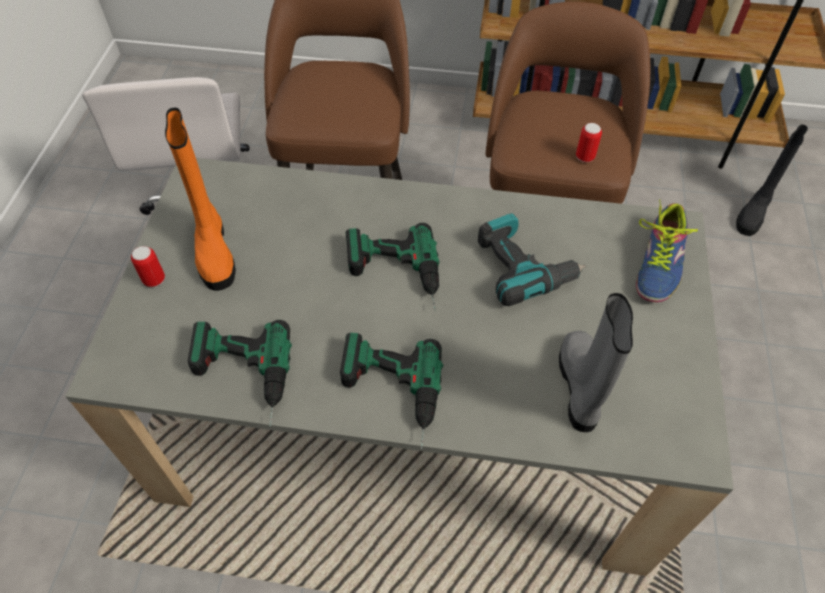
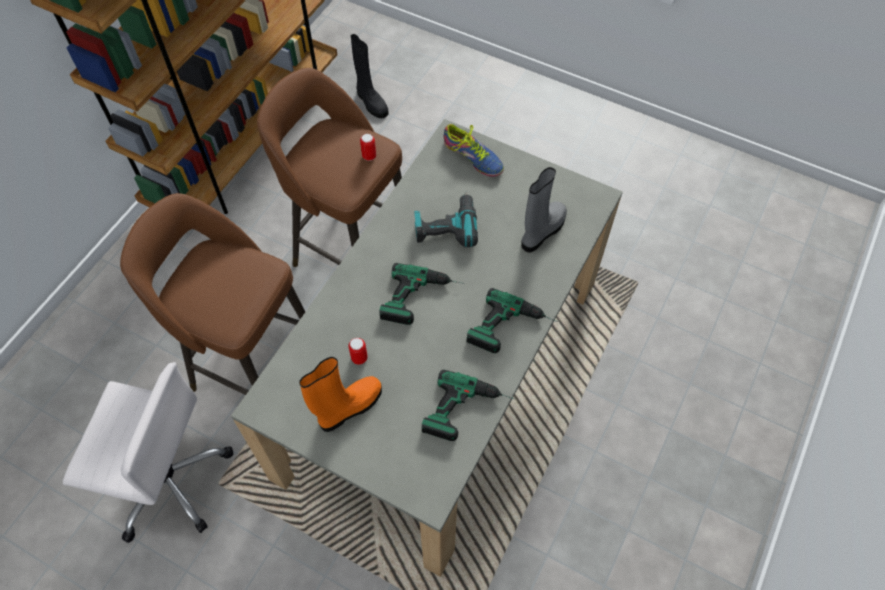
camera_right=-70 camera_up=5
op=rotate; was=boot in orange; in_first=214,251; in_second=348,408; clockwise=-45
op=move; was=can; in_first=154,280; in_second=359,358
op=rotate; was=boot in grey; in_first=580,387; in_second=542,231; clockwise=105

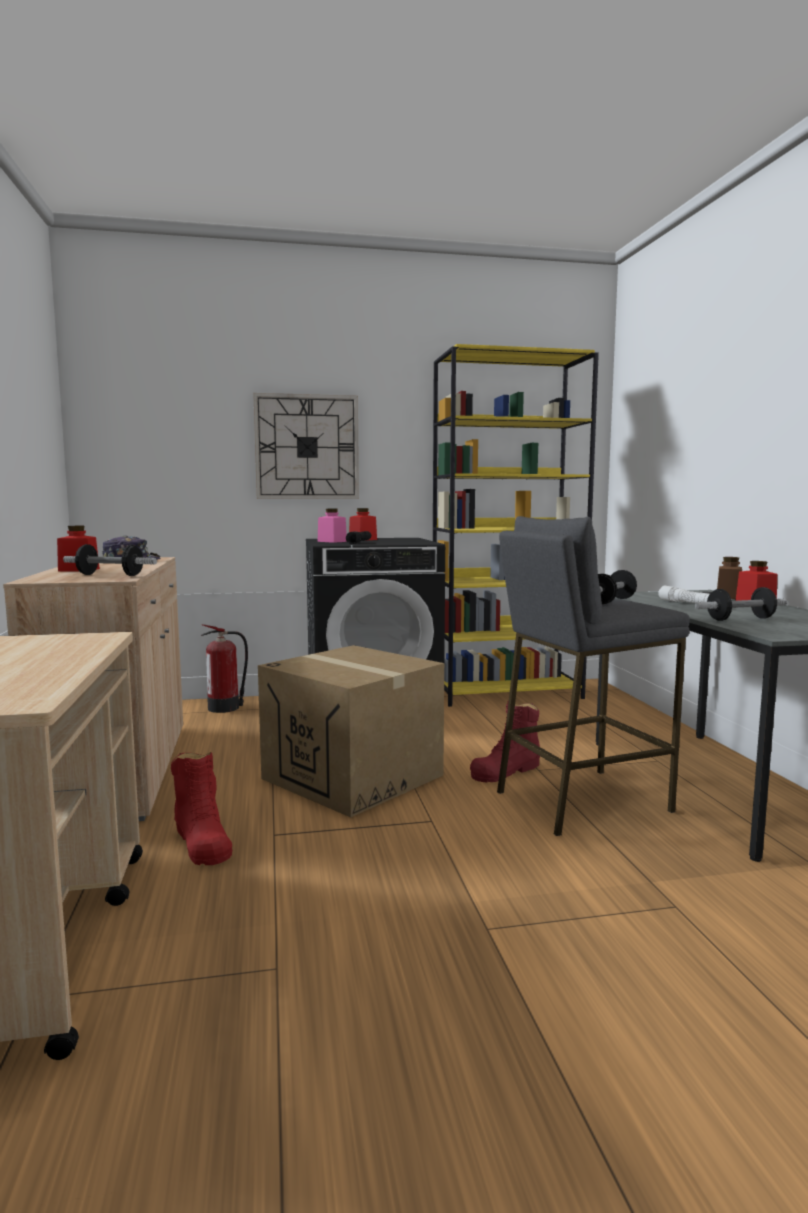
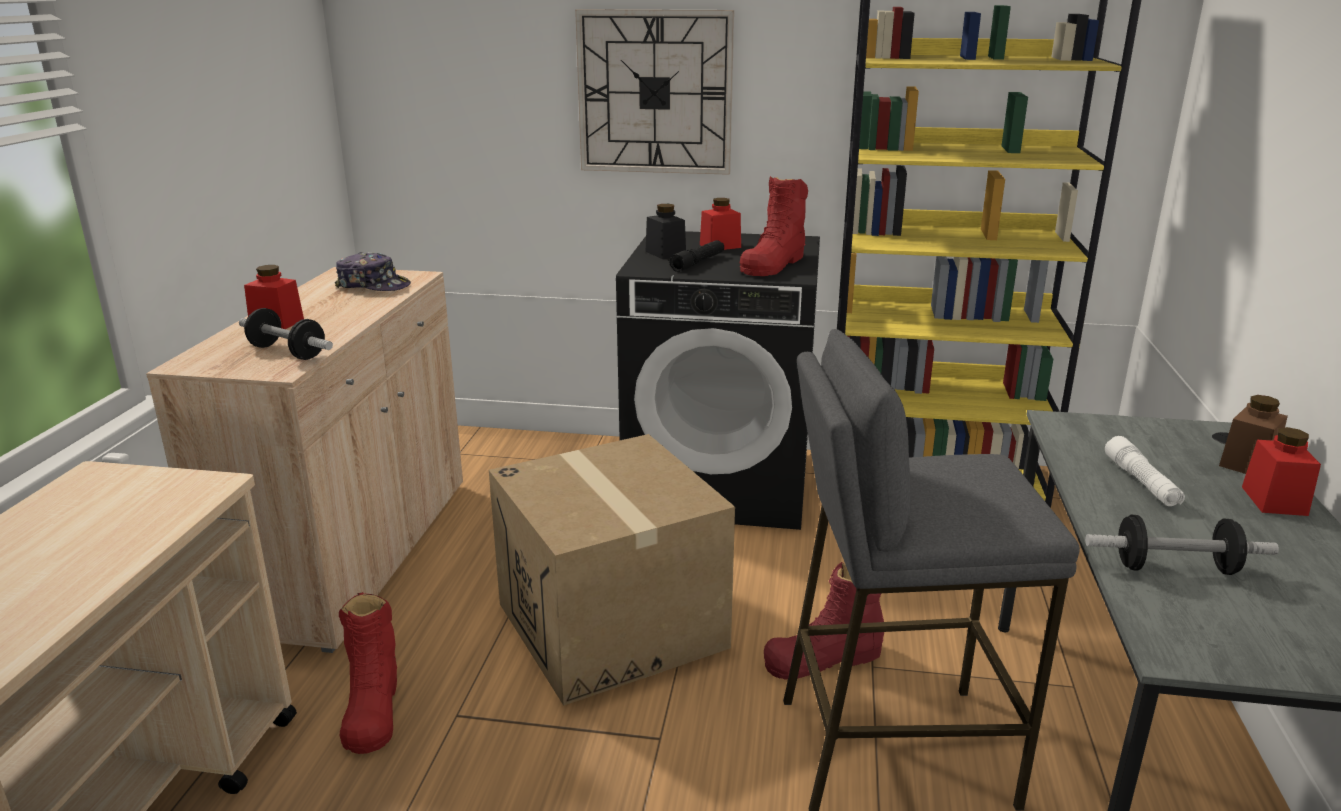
camera_right=20 camera_up=15
op=recolor; was=jar in pink; now=jar in black; in_first=332,541; in_second=665,253
op=delete; was=dumbbell; in_first=611,601
op=delete; was=fire extinguisher; in_first=225,707
op=insert; now=boot in red; in_second=773,264

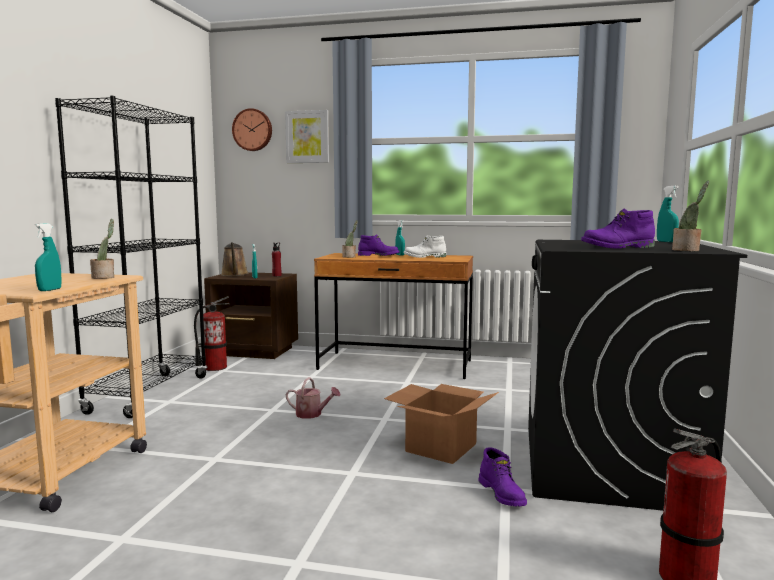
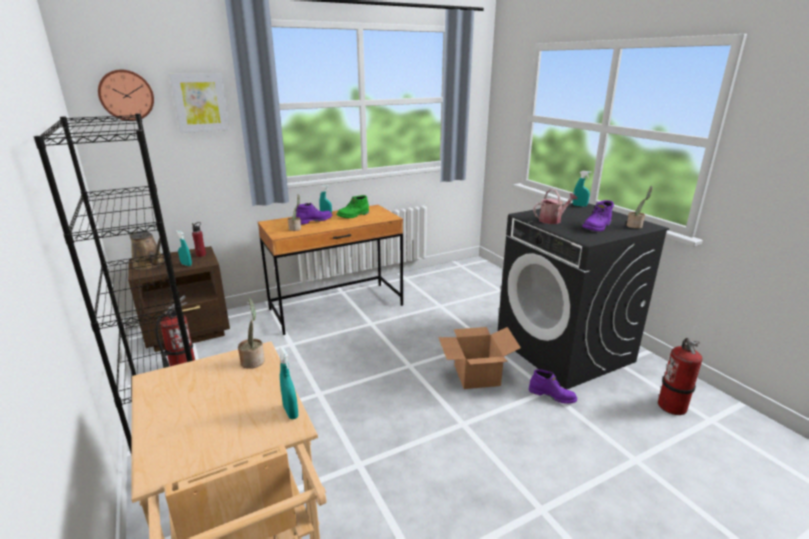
camera_right=-40 camera_up=15
op=recolor; was=boot in white; now=boot in green; in_first=424,257; in_second=353,215
op=move; was=watering can; in_first=312,414; in_second=552,220

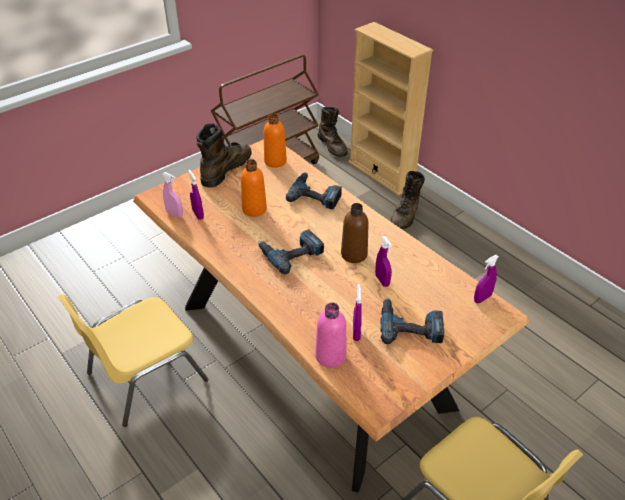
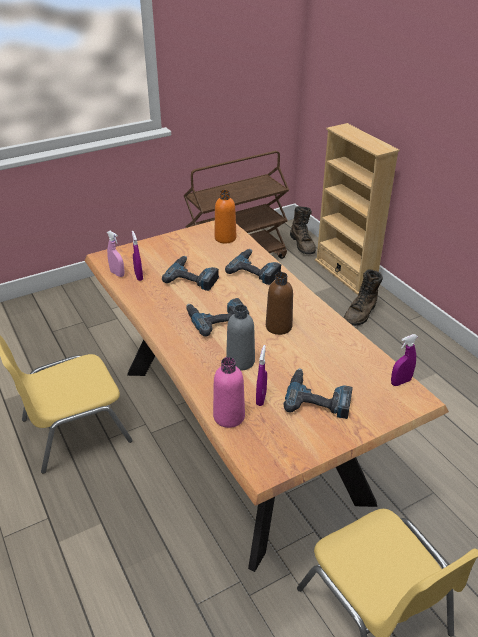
camera_right=10 camera_up=-5
op=delete; was=boot in brown; in_first=225,169
op=replace; was=bottle in orange; now=power drill; in_first=254,209; in_second=193,277
op=delete; was=spray bottle in purple; in_first=382,280
op=insert; now=bottle in grey; in_second=240,361

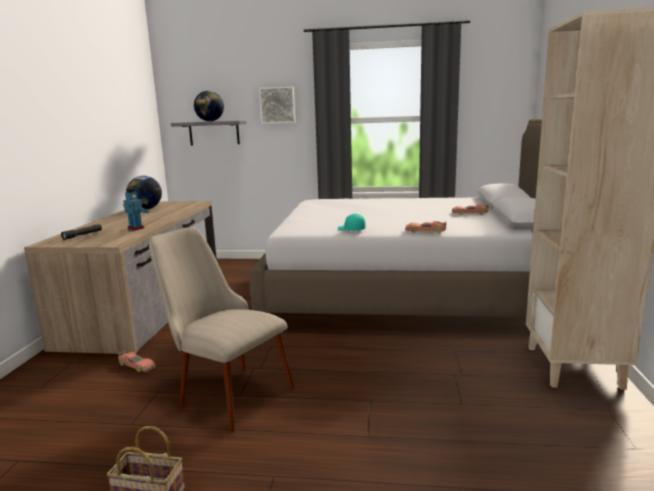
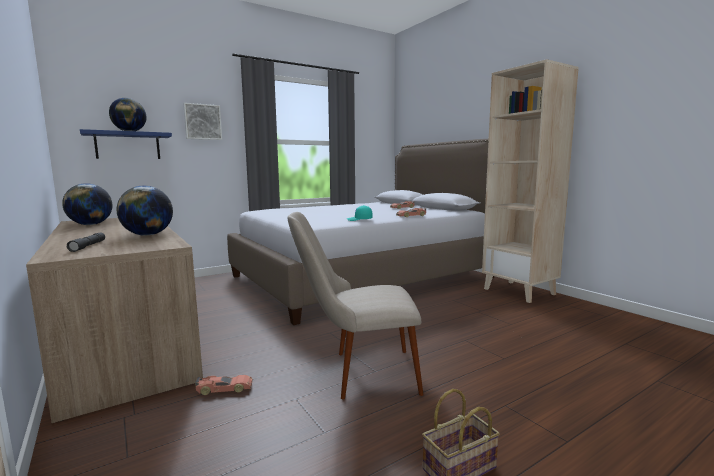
camera_right=-40 camera_up=-5
op=recolor; was=shelf in grey; now=shelf in blue; in_first=214,133; in_second=128,146
op=replace; was=toy robot; now=globe; in_first=136,228; in_second=148,235

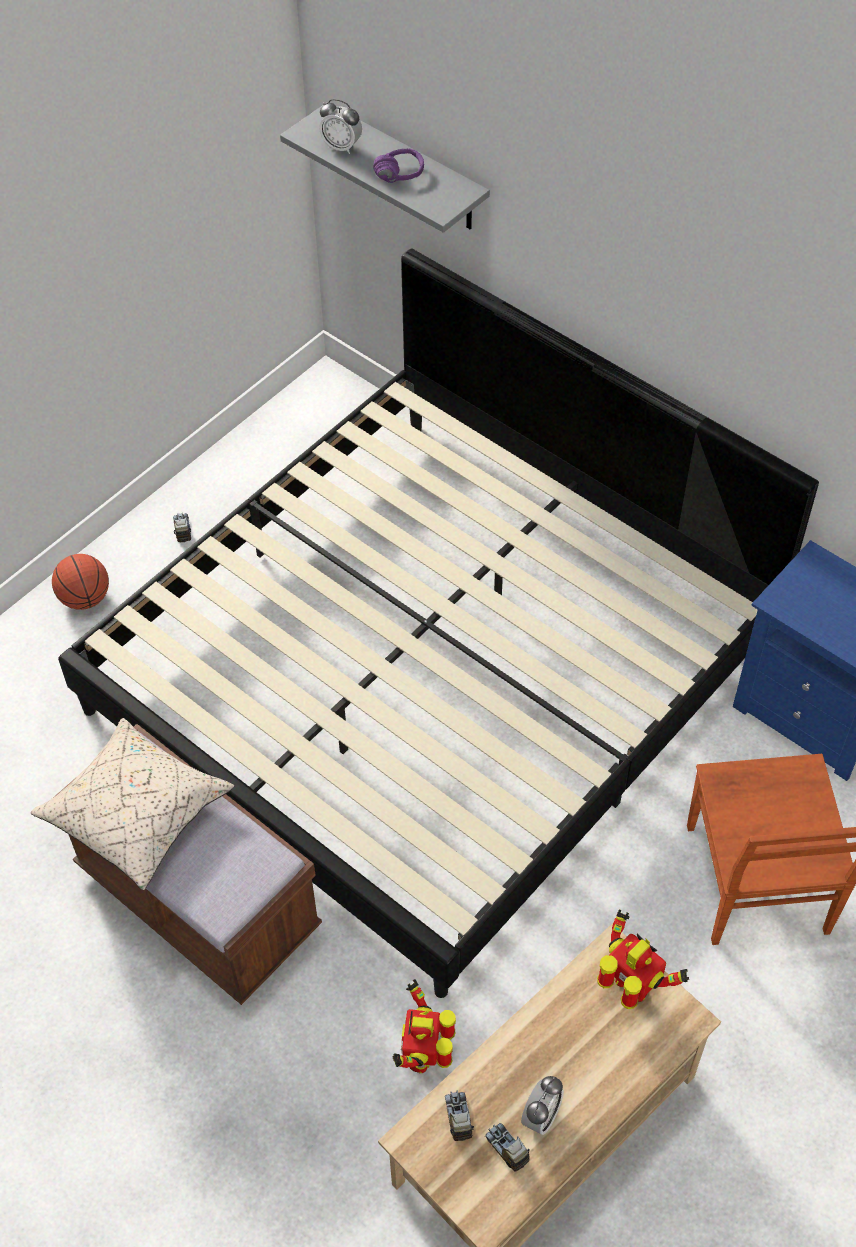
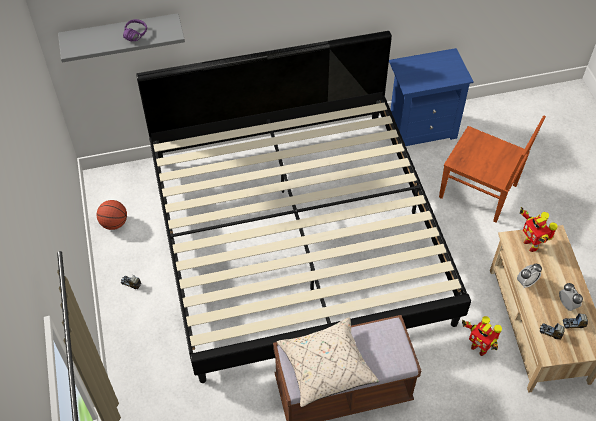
camera_right=-55 camera_up=0
op=move; was=alarm clock; in_first=341,147; in_second=526,282
op=move; was=basketball; in_first=85,598; in_second=114,223
op=rotate; was=toy robot; in_first=630,990; in_second=531,244; clockwise=-105

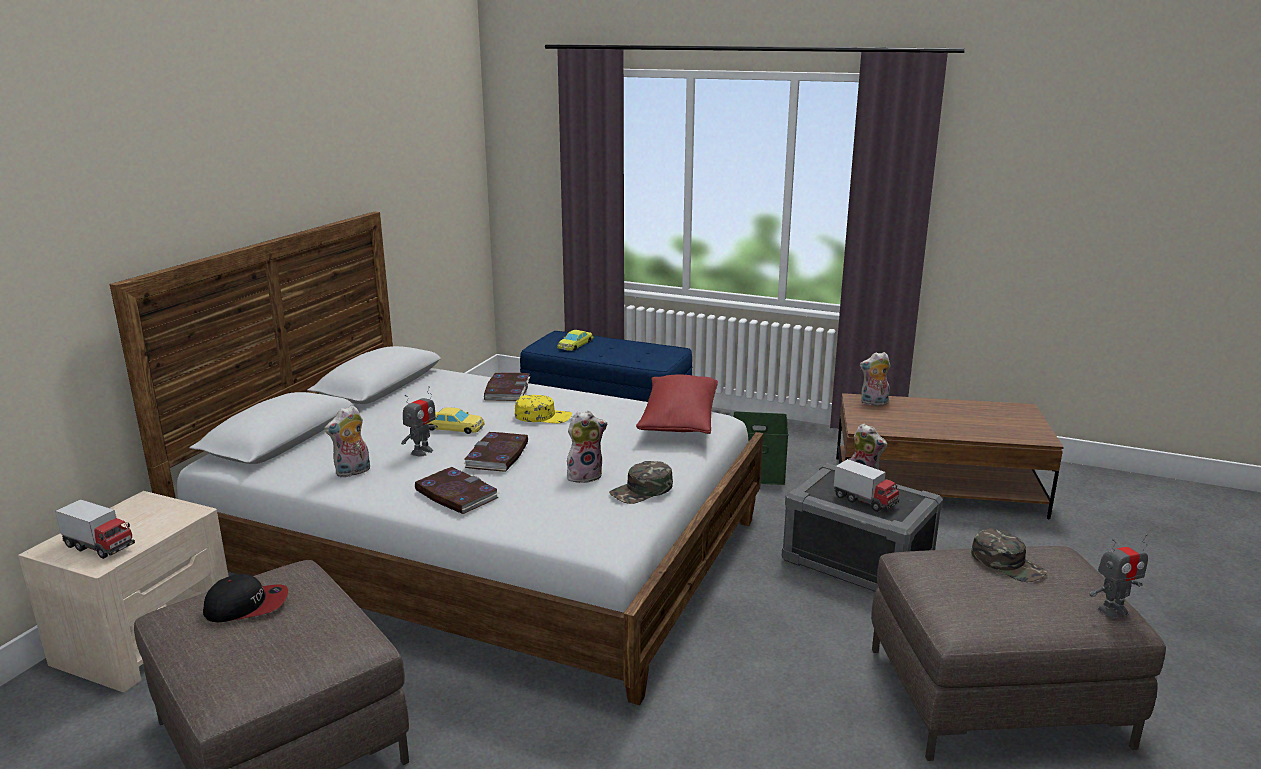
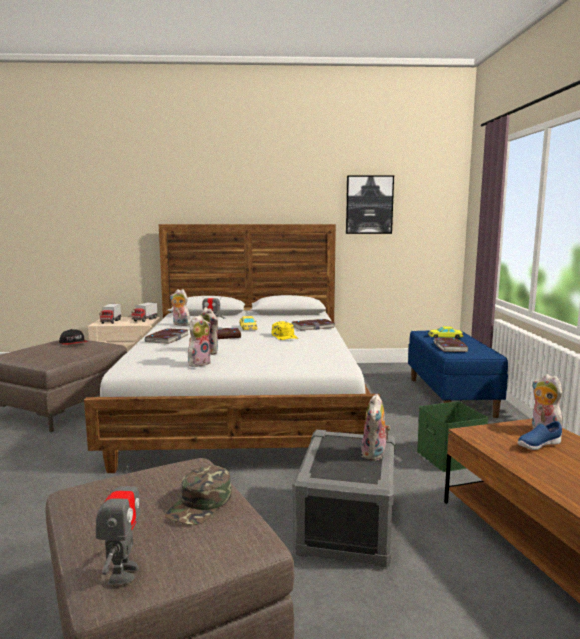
camera_right=65 camera_up=-10
op=delete; was=pillow in red; in_first=679,421
op=move; was=toy truck; in_first=865,501; in_second=144,320
op=replace; was=cap in green; now=plush toy; in_first=642,490; in_second=199,363
op=rotate; was=toy robot; in_first=1113,610; in_second=122,573; clockwise=-135
op=insert; now=picture; in_second=369,205
op=insert; now=book; in_second=450,347
op=insert; now=shoe in blue; in_second=538,445

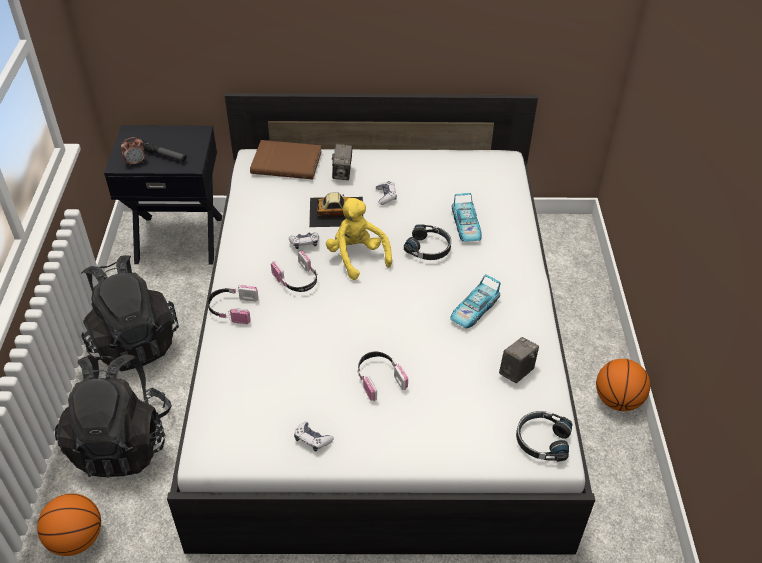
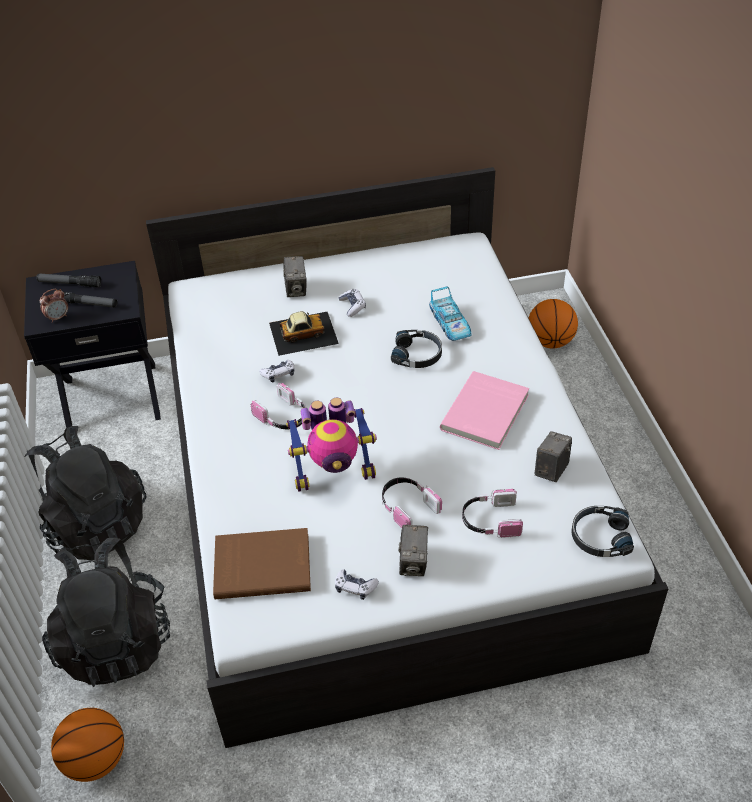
camera_right=-10 camera_up=0
op=move; was=book in brown; in_first=286,161; in_second=262,564
op=delete; was=plush toy in yellow; in_first=357,256
op=replace; was=toy car; now=book in pink; in_first=474,310; in_second=486,413
op=move; was=headphones; in_first=232,309; in_second=490,520
op=move; was=basketball; in_first=617,400; in_second=550,342
op=insert; now=flashlight; in_second=69,284
op=insert; now=toy robot; in_second=334,473
op=insert; now=photo camera; in_second=413,563

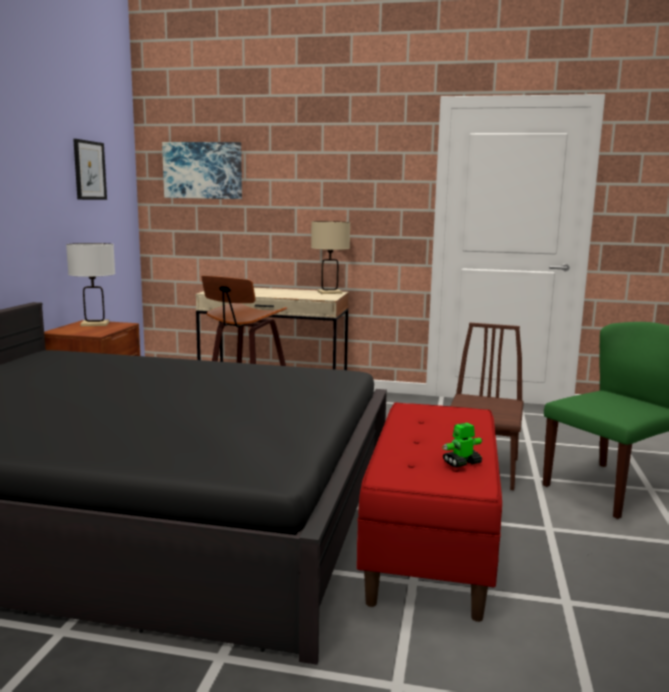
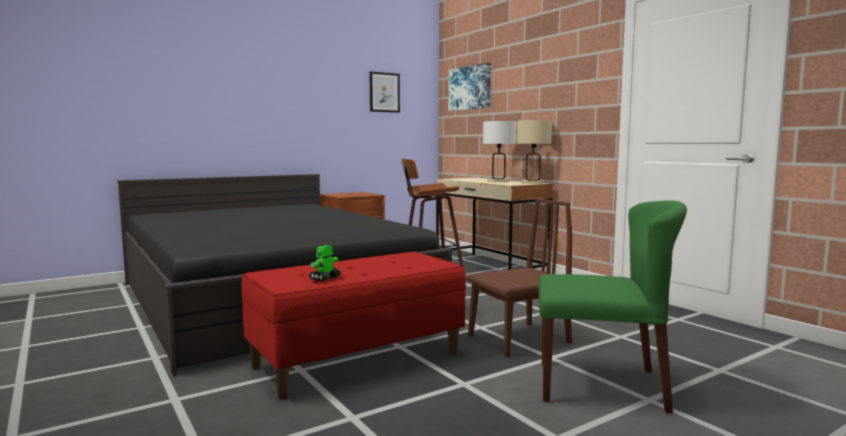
camera_right=45 camera_up=-5
op=move; was=table lamp in white; in_first=95,324; in_second=498,181
op=rotate; was=toy robot; in_first=461,463; in_second=324,278; clockwise=-75

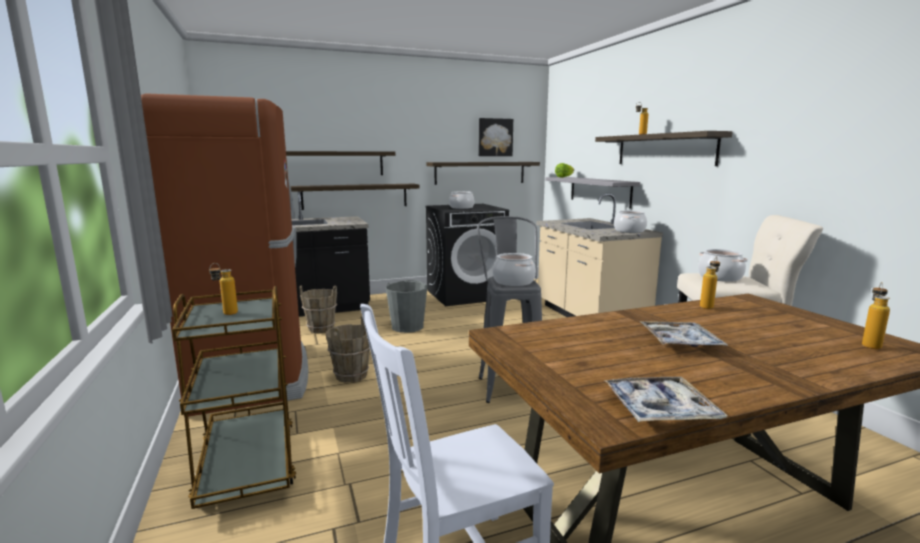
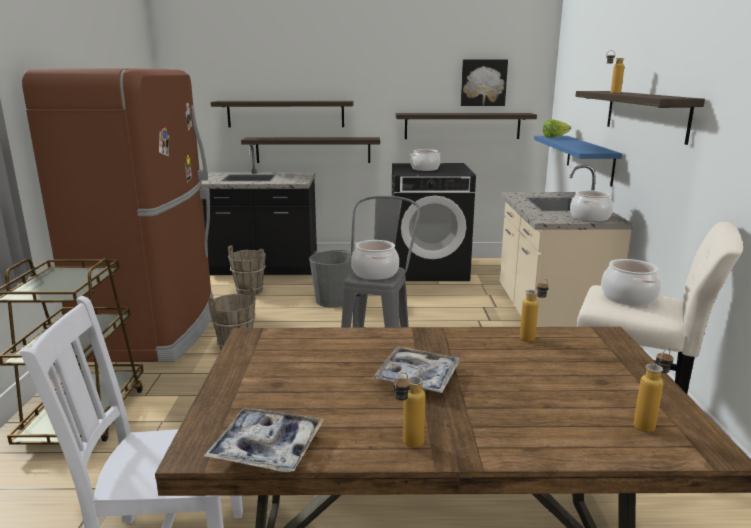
camera_right=20 camera_up=5
op=recolor; was=shelf in grey; now=shelf in blue; in_first=599,191; in_second=589,159
op=move; was=bottle; in_first=226,315; in_second=407,446

